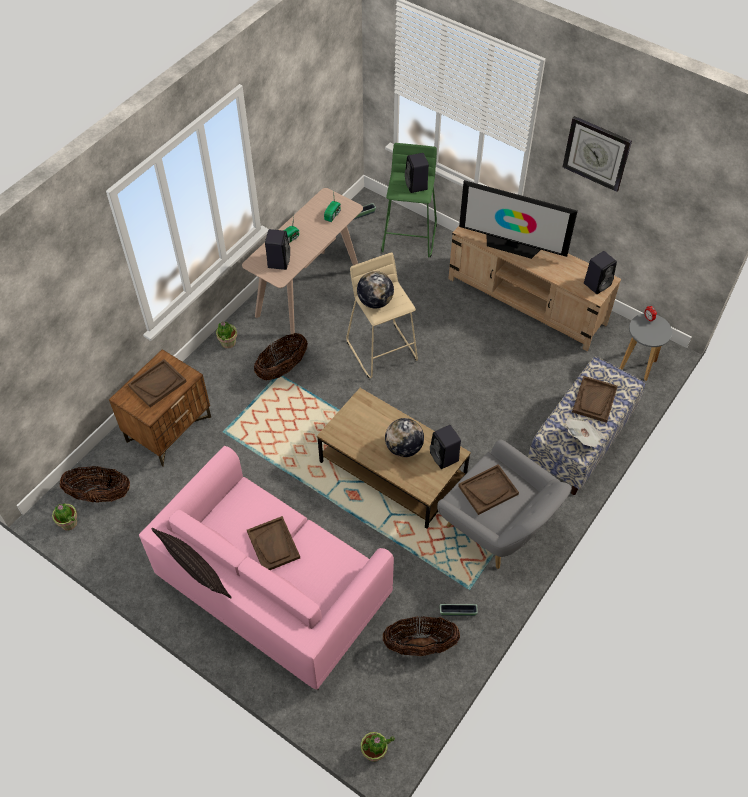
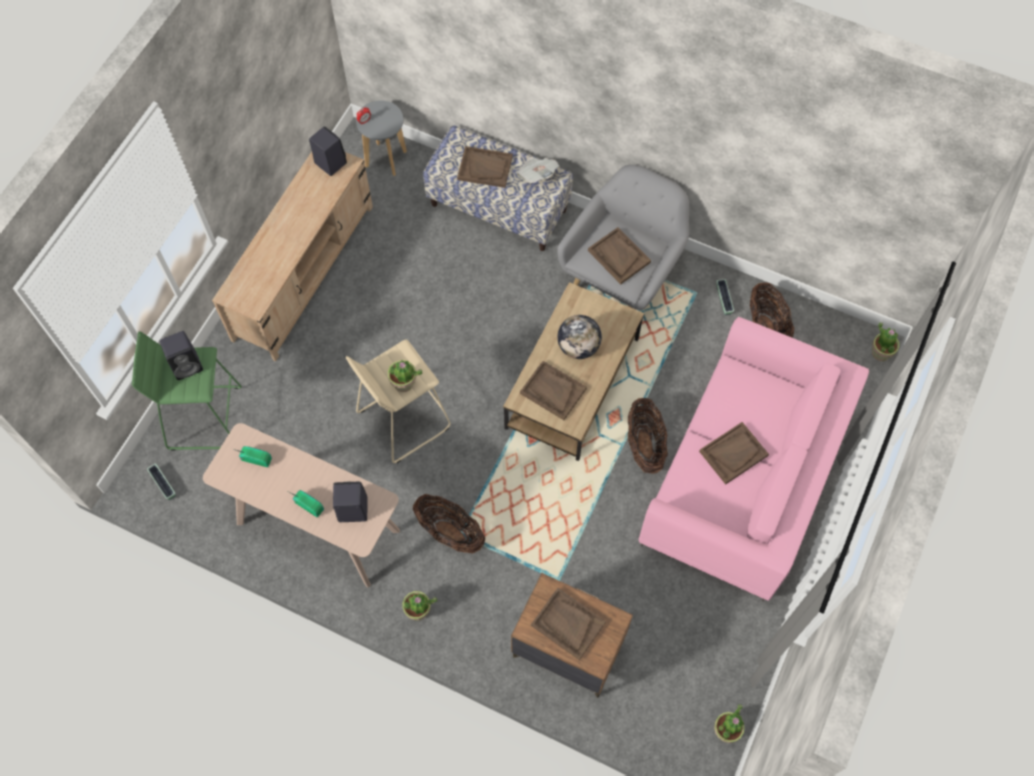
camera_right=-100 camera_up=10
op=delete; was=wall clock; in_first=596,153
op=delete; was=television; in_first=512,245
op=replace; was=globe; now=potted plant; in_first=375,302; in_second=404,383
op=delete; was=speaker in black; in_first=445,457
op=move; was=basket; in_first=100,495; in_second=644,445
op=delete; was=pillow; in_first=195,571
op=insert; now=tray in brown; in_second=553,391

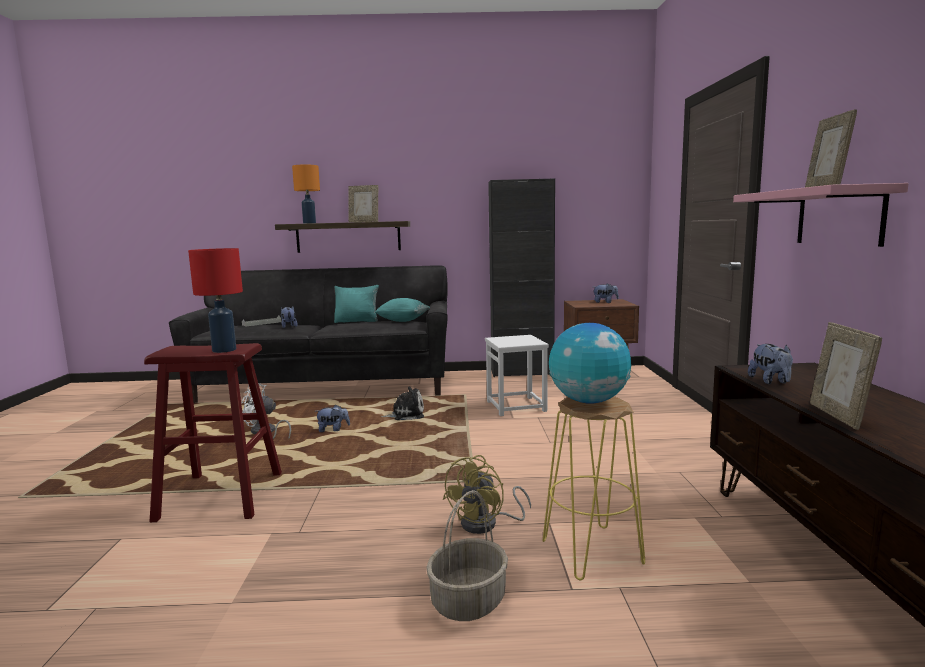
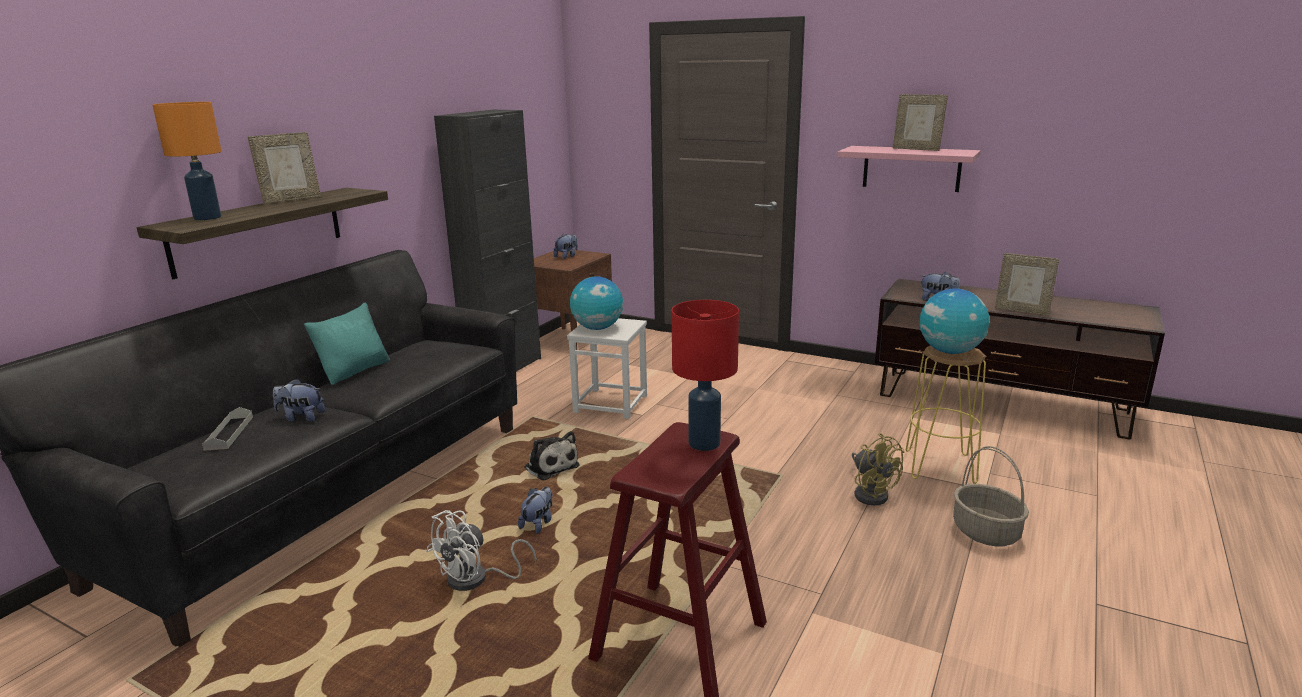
camera_right=-60 camera_up=10
op=delete; was=pillow in turquoise; in_first=403,321
op=rotate; was=plush toy; in_first=405,415; in_second=550,466; clockwise=120
op=insert; now=globe; in_second=597,328

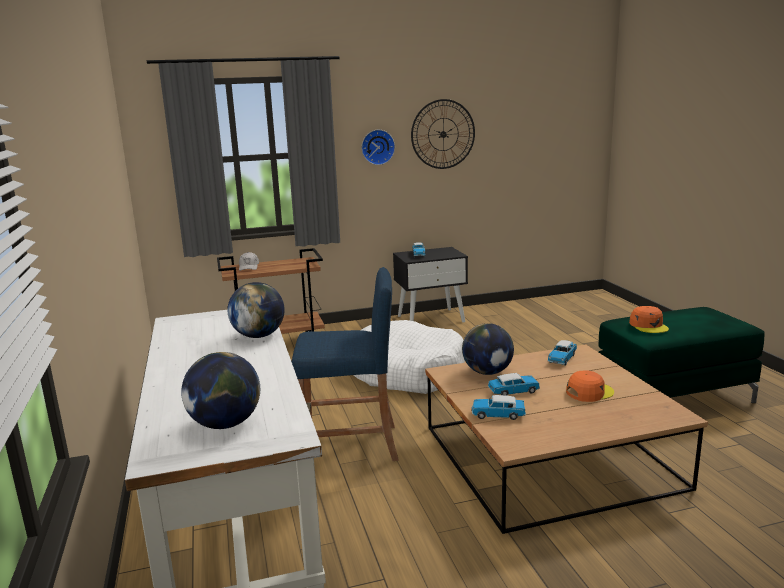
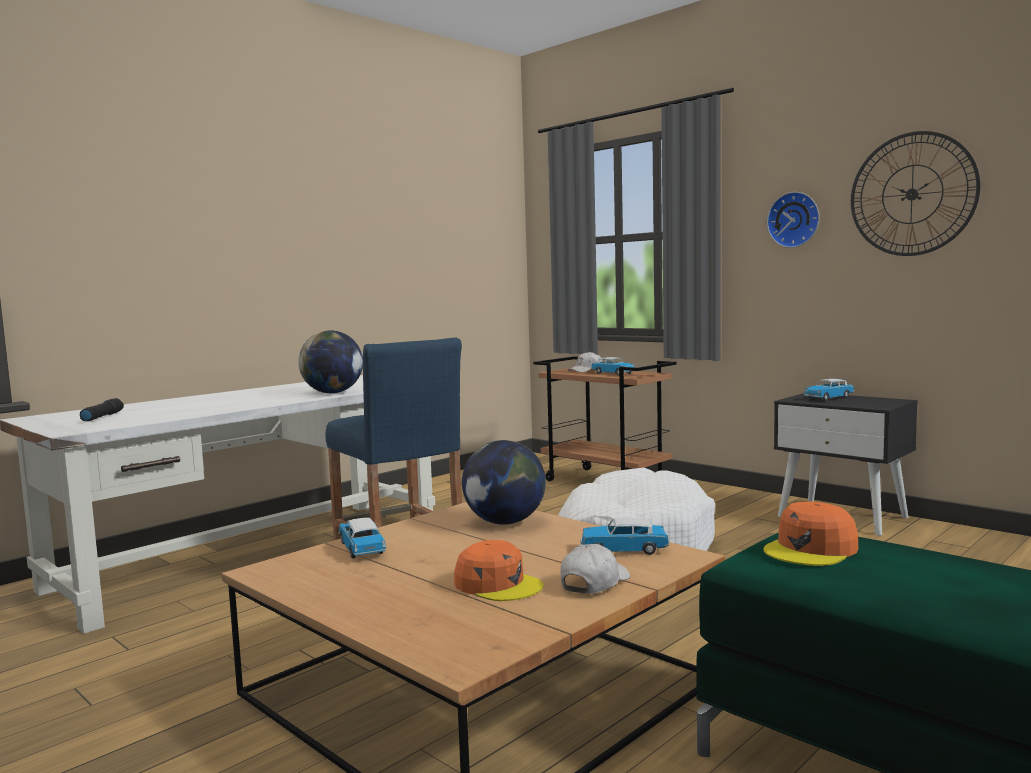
camera_right=60 camera_up=-10
op=replace; was=globe; now=flashlight in black; in_first=225,424; in_second=102,417
op=move; was=toy car; in_first=514,391; in_second=613,373
op=insert; now=cap in white; in_second=594,583

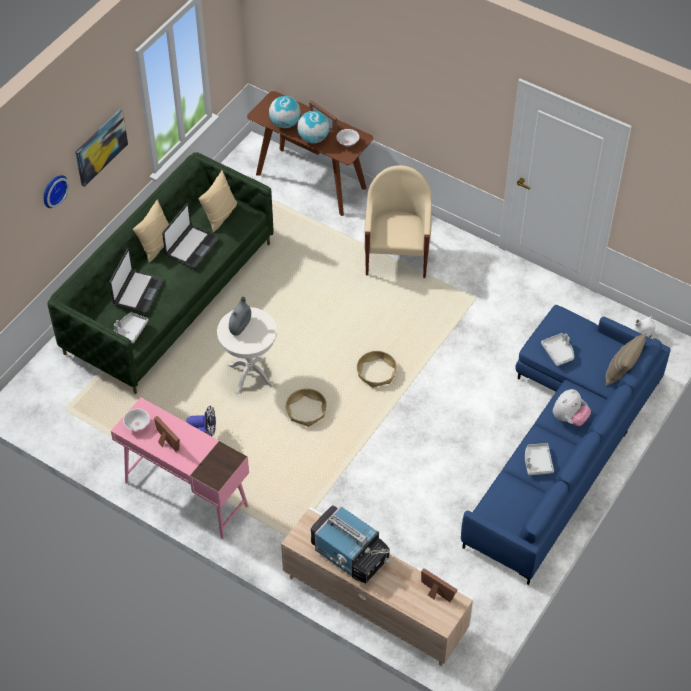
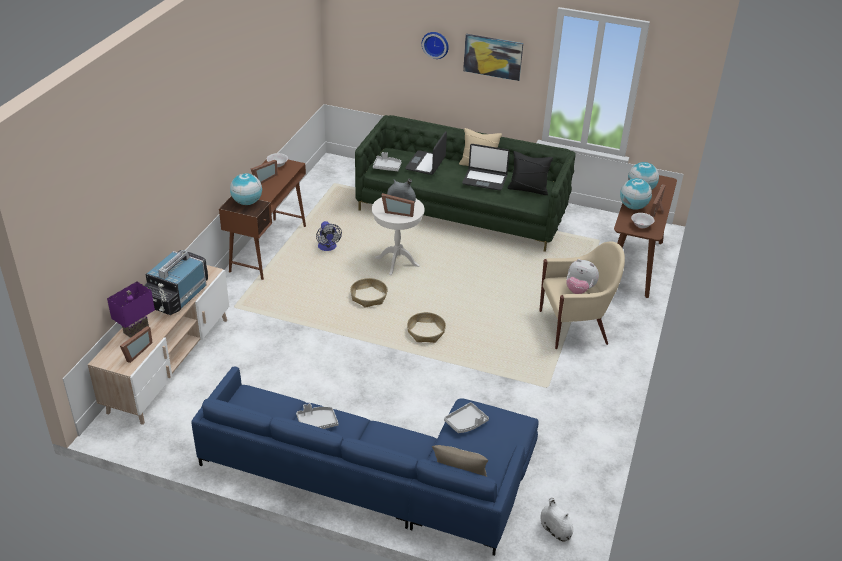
camera_right=75 camera_up=-15
op=recolor; was=pillow in beige; now=pillow in black; in_first=220,215; in_second=528,189
op=rotate; was=laptop; in_first=138,292; in_second=426,163; clockwise=105
op=move; was=plush toy; in_first=569,418; in_second=579,290
op=recolor; was=desk in pink; now=desk in brown; in_first=185,494; in_second=269,248
op=insert; now=globe; in_second=247,202
op=insert; now=picture frame; in_second=398,212
op=insert; now=table lamp in purple; in_second=135,330

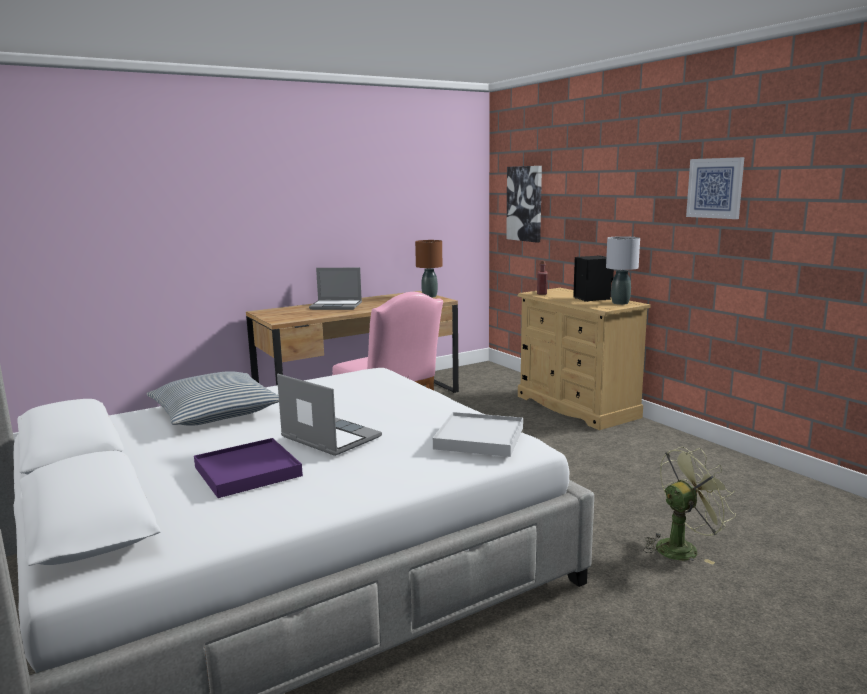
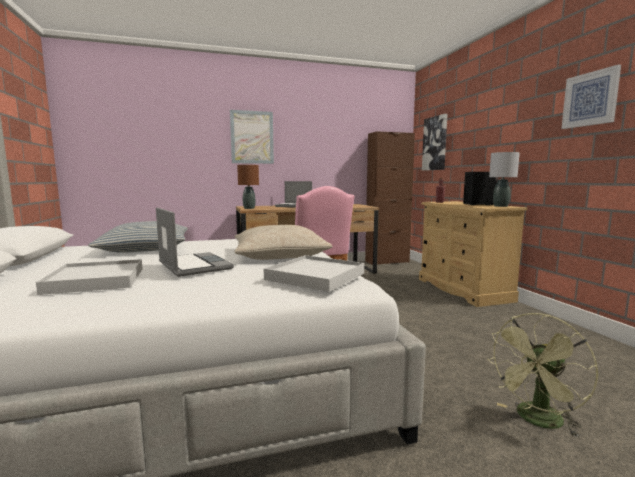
camera_right=15 camera_up=-5
op=move; was=table lamp in brown; in_first=429,296; in_second=249,208
op=recolor; was=tray in purple; now=tray in white; in_first=247,471; in_second=96,280
op=rotate; was=fan in green; in_first=682,547; in_second=537,421; clockwise=150
op=insert; now=picture; in_second=252,137
op=insert; now=cabinet in brown; in_second=387,261
op=insert; now=pillow in beige; in_second=279,255

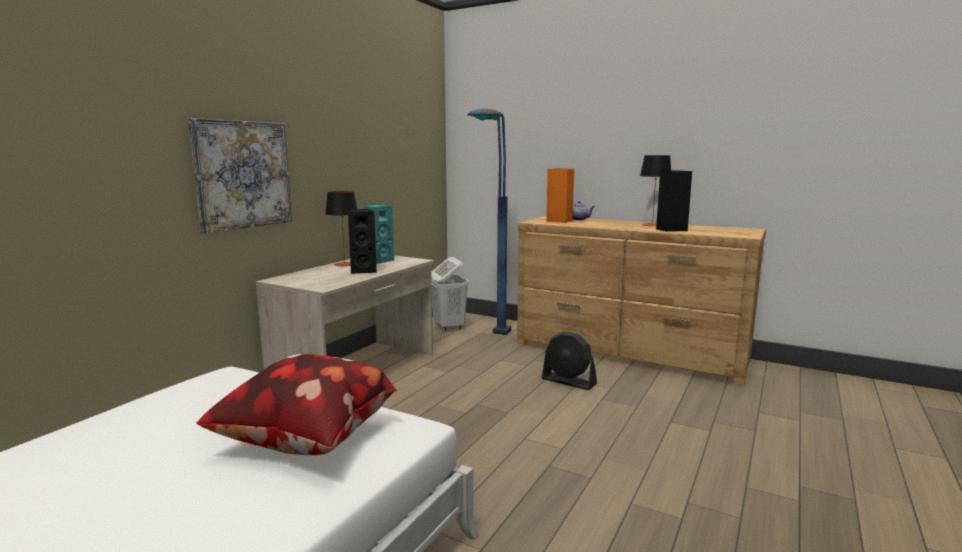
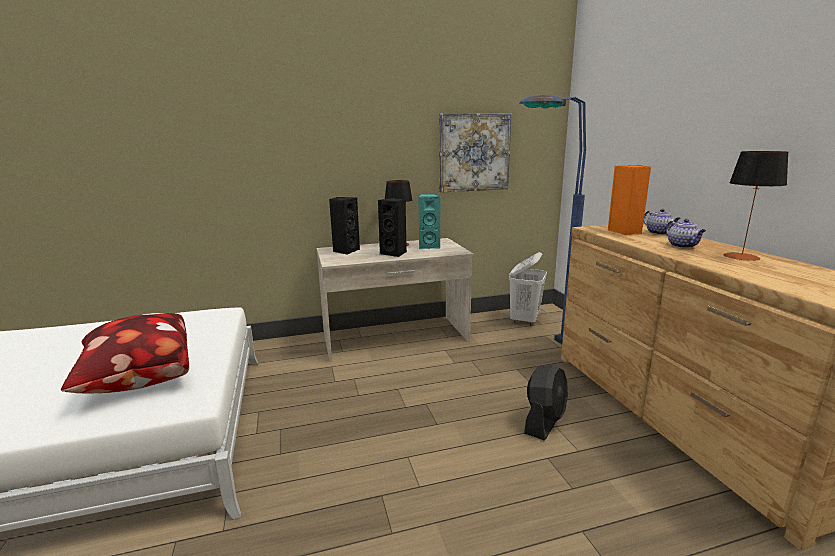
camera_right=45 camera_up=5
op=move; was=picture; in_first=243,174; in_second=474,153
op=move; was=speaker in black; in_first=670,230; in_second=345,251
op=rotate; was=fan in black; in_first=569,382; in_second=544,421; clockwise=-135
op=insert; now=teapot; in_second=683,246

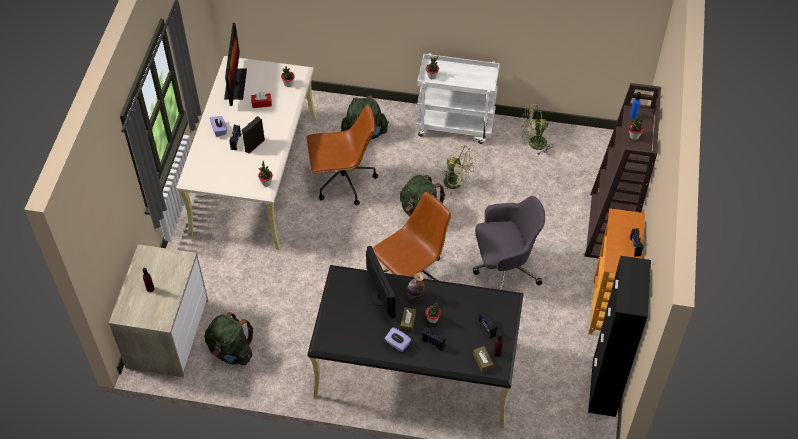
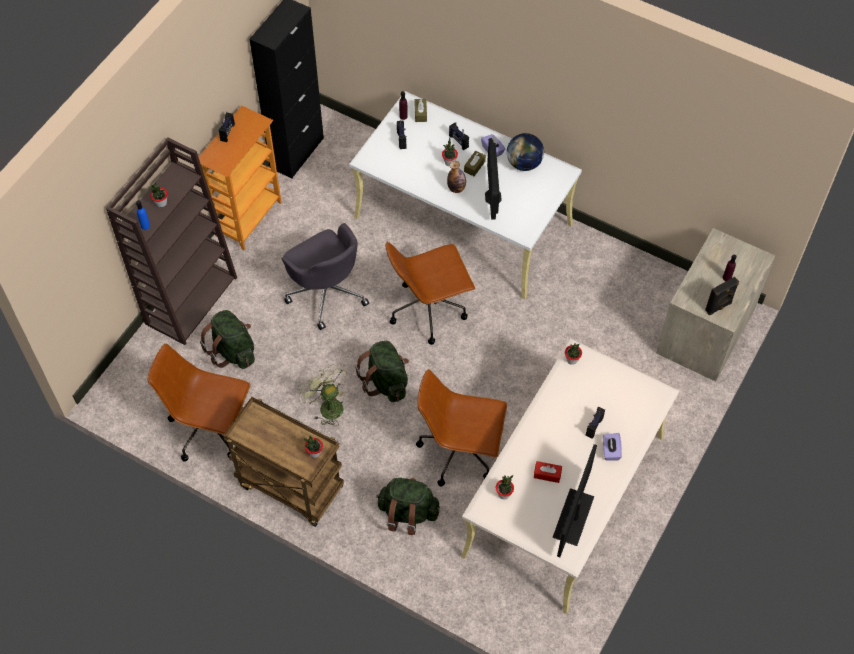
camera_right=-160 camera_up=5
op=recolor; was=cart in white; now=cart in brown; in_first=456,125; in_second=289,486
op=replace; was=fan in green; now=office chair in brown; in_first=533,144; in_second=210,428
op=move; was=speaker in black; in_first=254,145; in_second=718,307
op=rotate; was=office chair in grey; in_first=504,267; in_second=326,291; clockwise=-135
op=recolor; was=desk in black; now=desk in white; in_first=415,368; in_second=464,221
op=move; was=backpack in green; in_first=231,351; in_second=233,351
op=insert; now=globe; in_second=524,163

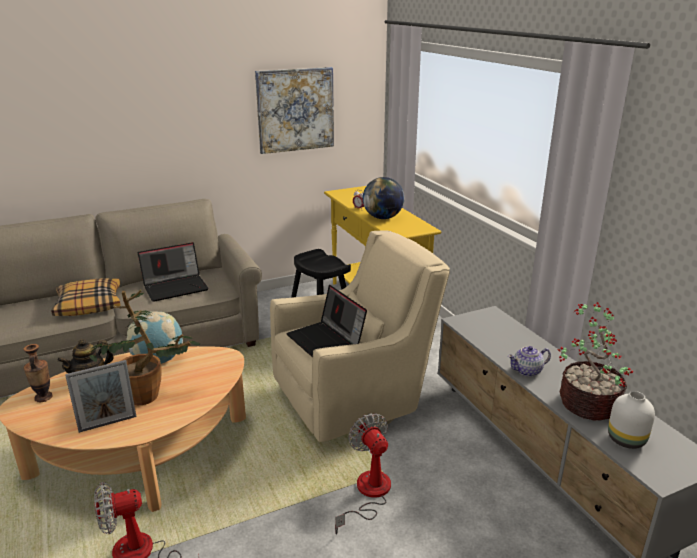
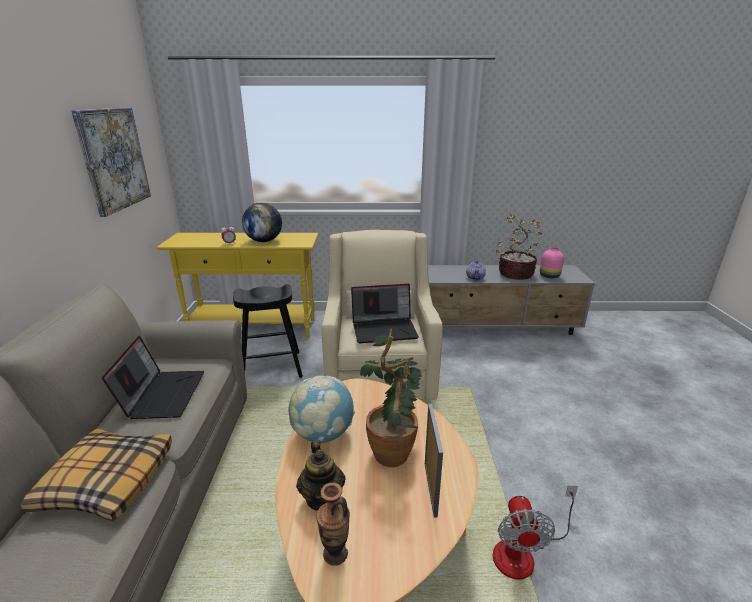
camera_right=-65 camera_up=0
op=recolor; was=vase in white; now=vase in pink; in_first=626,440; in_second=550,276
op=delete; was=fan; in_first=368,493

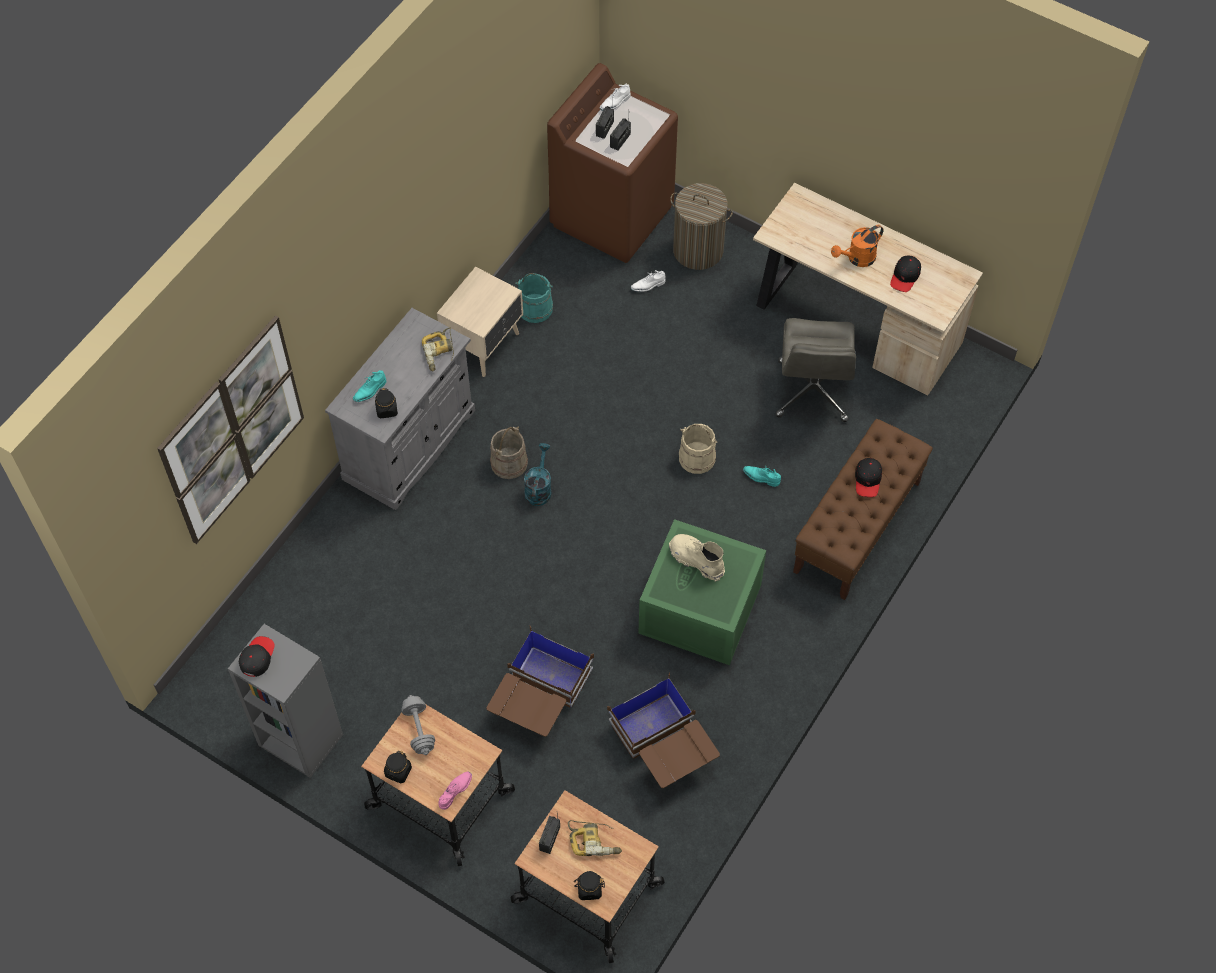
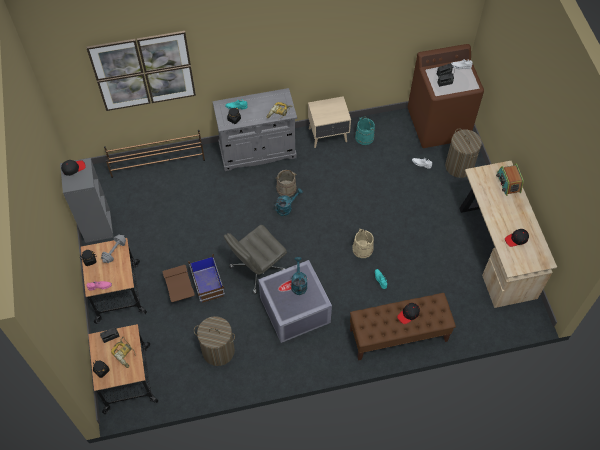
camera_right=45 camera_up=0
op=delete; was=watering can in orange; in_first=857,259
op=move; was=office chair in grey; in_first=812,392; in_second=257,269
op=recolor; was=storage box in green; now=storage box in grey; in_first=701,610; in_second=294,311
op=replace; was=boot in beige; now=watering can in turquoise; in_first=696,560; in_second=298,284
op=replace; was=storage box in brown; now=laundry basket; in_first=663,747; in_second=218,351
op=insert; now=shoe rack in brown; in_second=157,162
op=insert; now=radio; in_second=508,183

